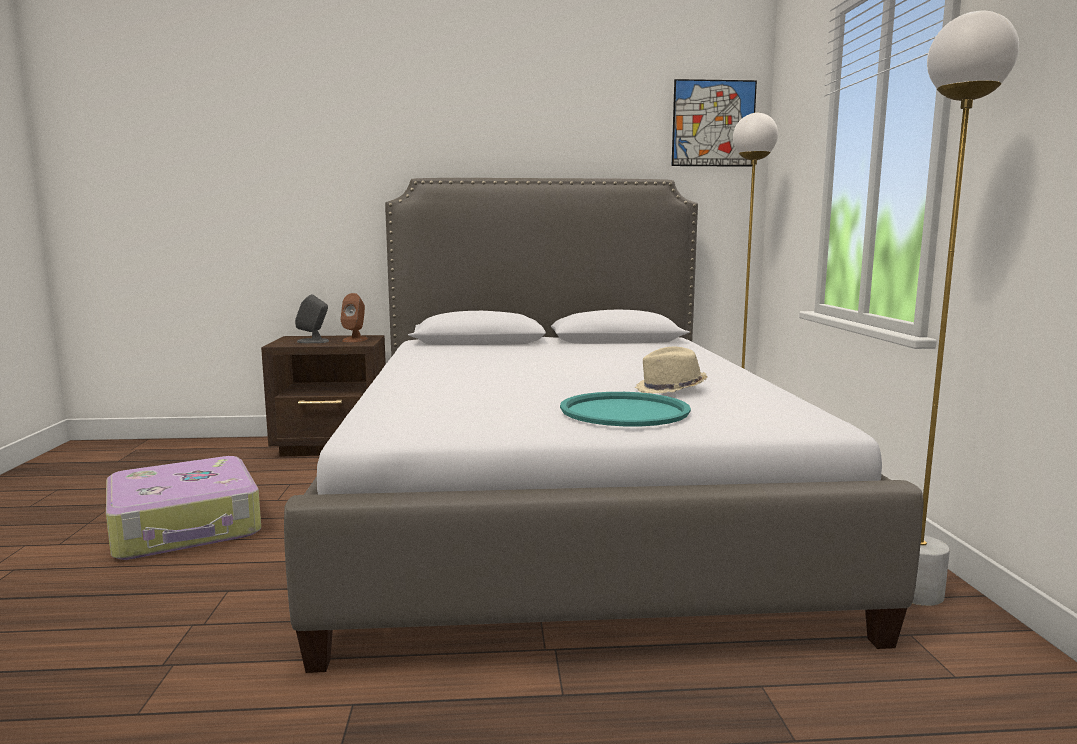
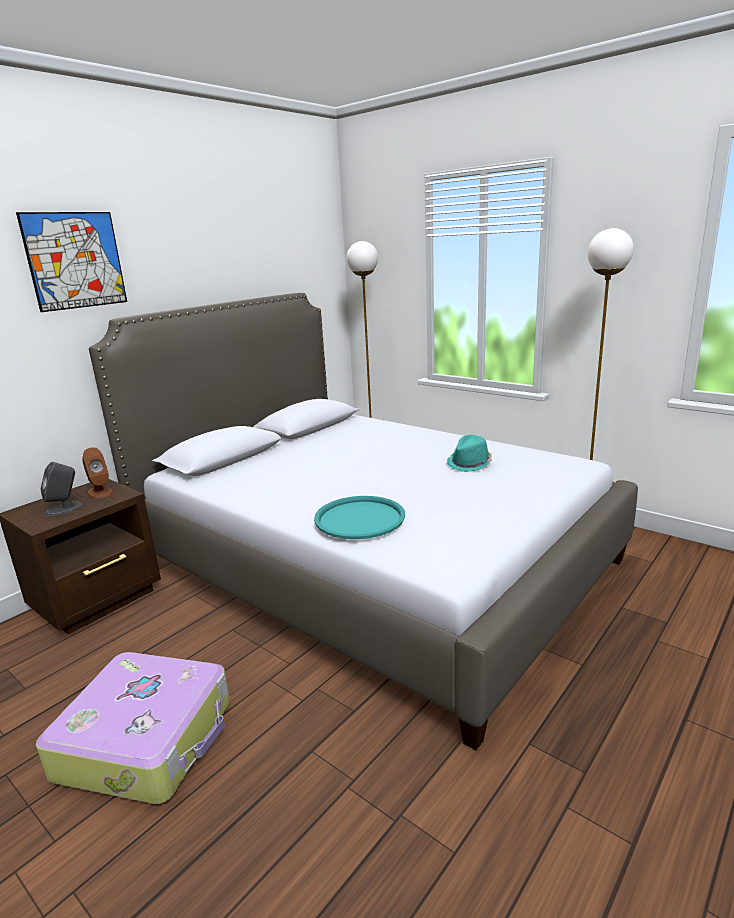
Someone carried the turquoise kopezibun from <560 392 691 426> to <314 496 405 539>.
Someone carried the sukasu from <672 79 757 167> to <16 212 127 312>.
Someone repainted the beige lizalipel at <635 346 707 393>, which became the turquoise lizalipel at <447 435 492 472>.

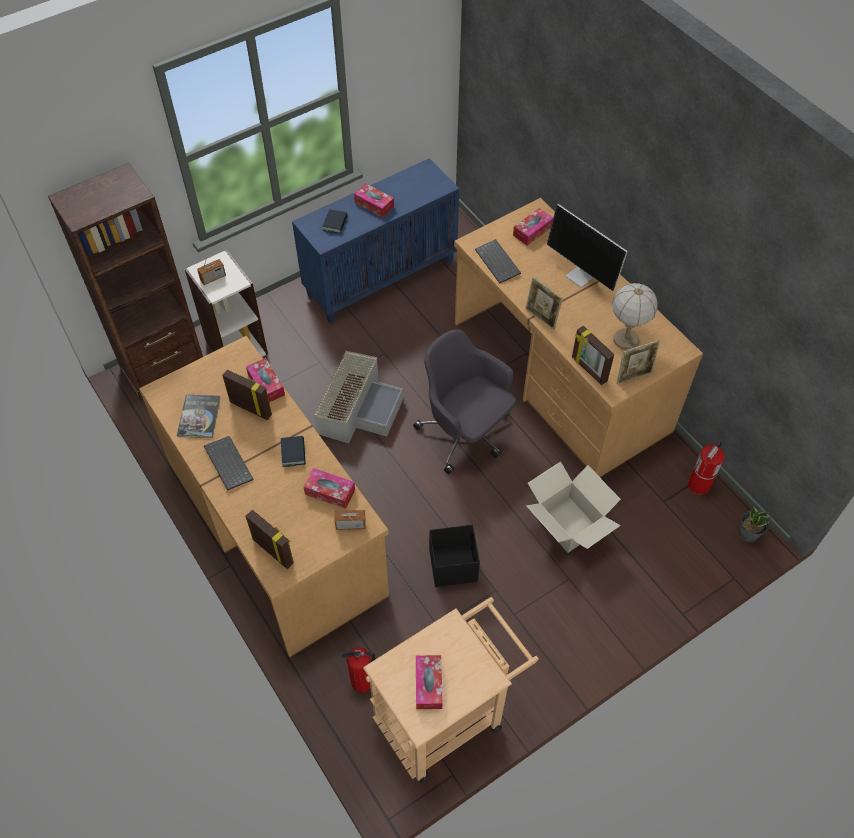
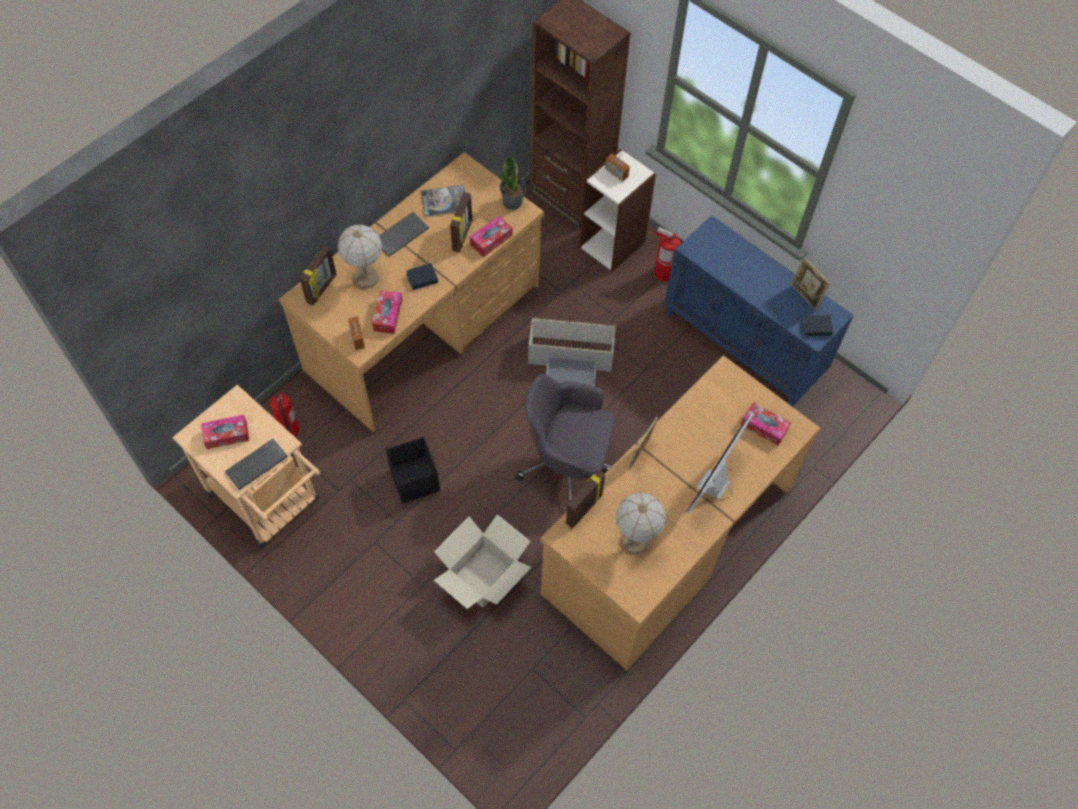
Someone took away the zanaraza at <354 183 394 218>.
Someone put down the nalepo at <337 224 382 288>.
Someone carried the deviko from <323 209 348 234> to <802 315 833 336>.
Someone carried the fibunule from <475 239 521 283> to <225 439 288 490>.
Someone carried the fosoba from <617 340 660 384> to <791 257 830 311>.
Someone carried the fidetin from <688 441 725 494> to <654 227 683 281>.
Someone carried the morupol from <739 505 771 543> to <499 155 526 210>.
Someone rotated the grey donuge at <413 329 516 474> by 105 degrees counterclockwise.

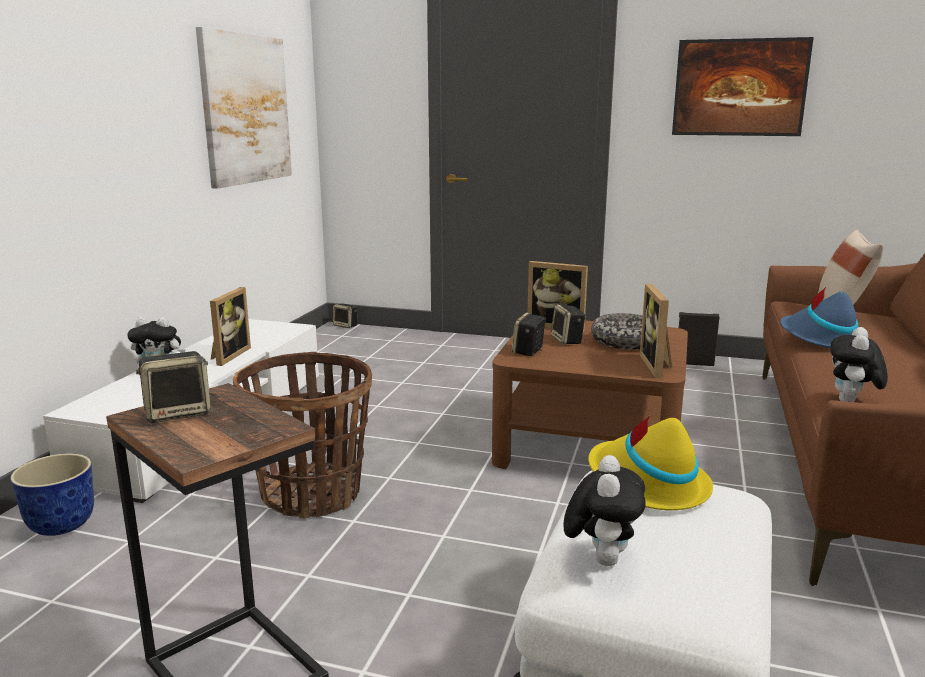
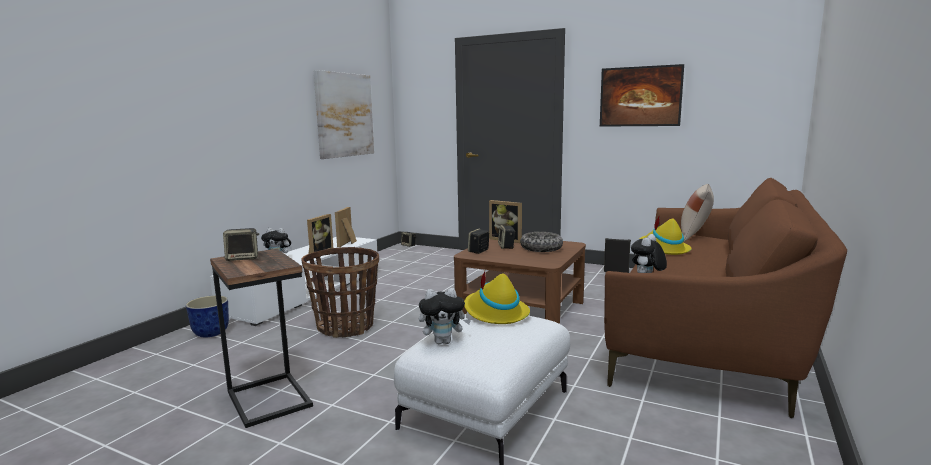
Someone carried the fosoba from <640 284 672 378> to <335 207 357 247>.
Someone repainted the blue lizalipel at <780 287 858 348>, which became the yellow lizalipel at <640 215 692 255>.
Someone rotated the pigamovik at <563 455 646 566> by 60 degrees clockwise.

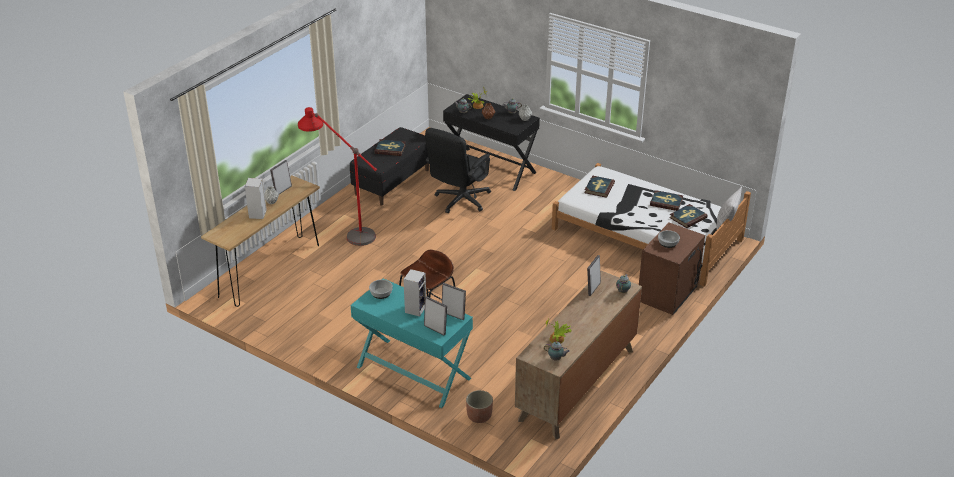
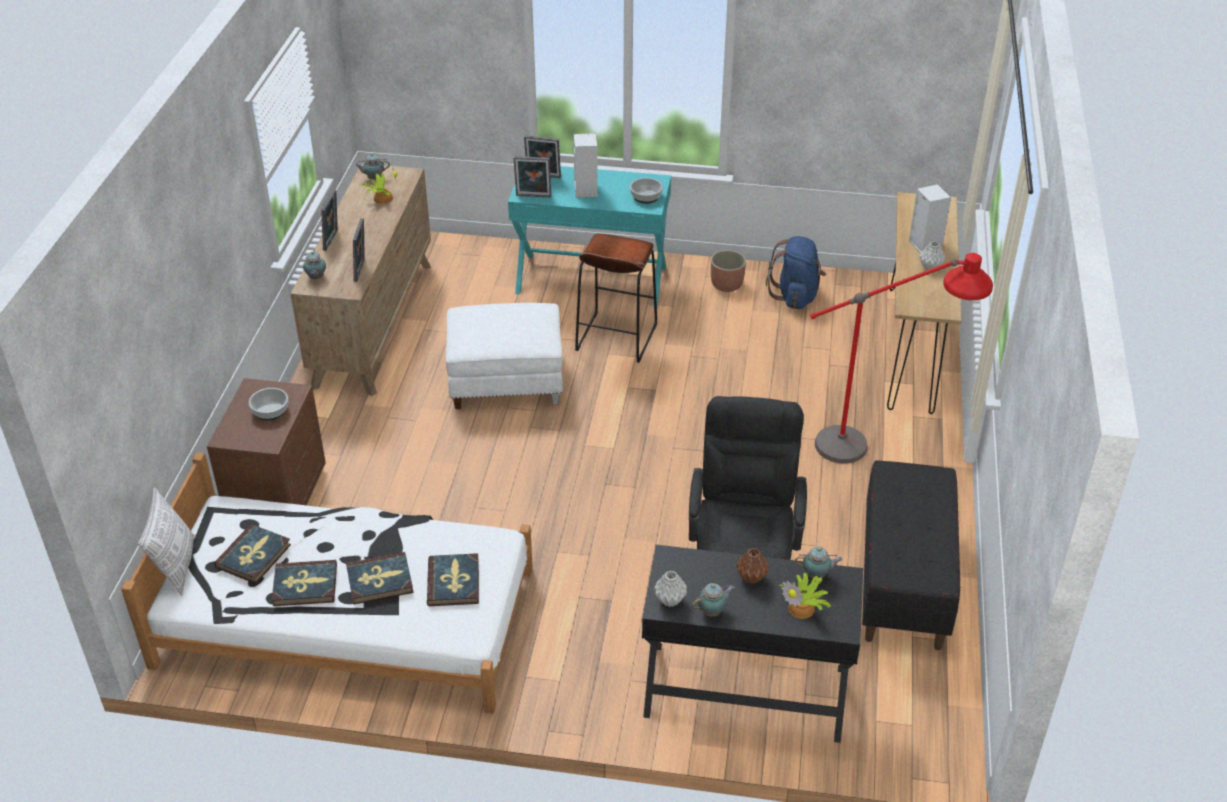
Someone put down the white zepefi at <446 303 563 409>.
Someone put down the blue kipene at <766 236 826 309>.
Someone carried the fosoba from <270 160 292 195> to <321 190 338 251>.
Someone carried the deviko from <375 139 406 156> to <346 552 414 605>.
Someone carried the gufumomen from <466 390 493 423> to <711 250 746 292>.

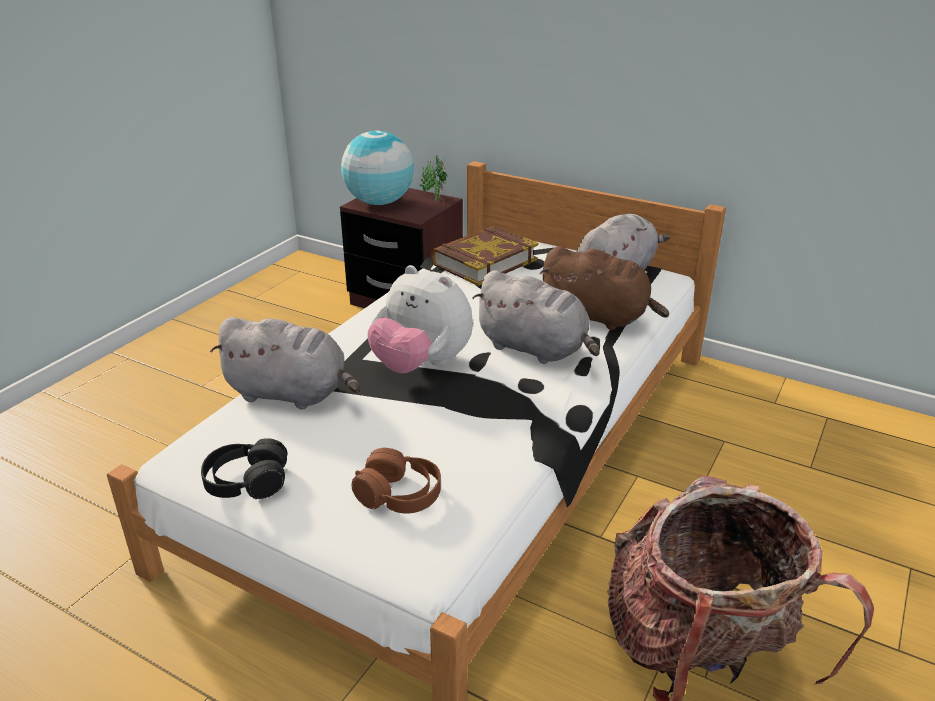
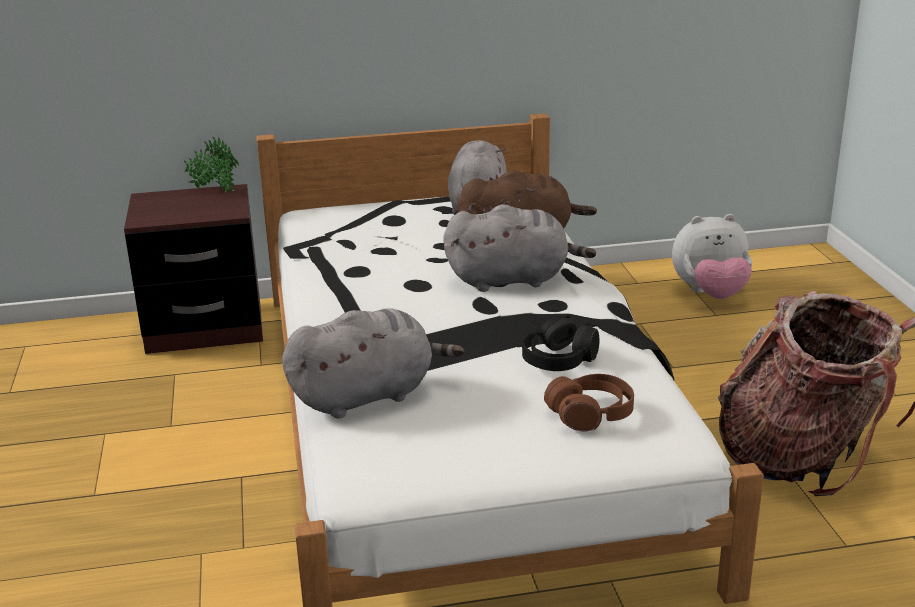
Someone took away the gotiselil at <341 130 414 205>.
Someone took away the deviko at <431 226 538 286>.
Someone carried the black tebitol from <201 438 287 499> to <522 315 600 371>.
Someone carried the pigamovik from <368 265 473 373> to <672 214 752 299>.

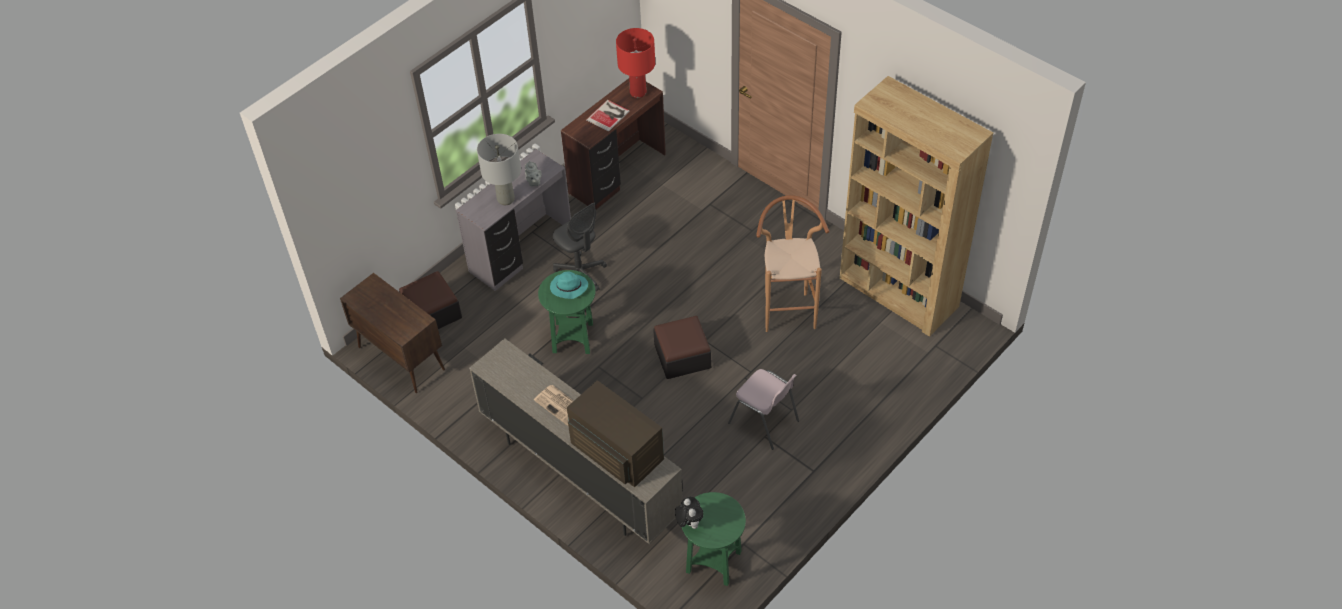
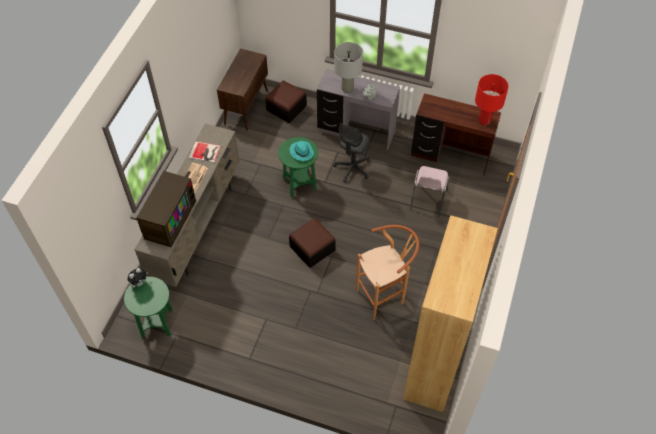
Someone carried the deviko from <586 100 630 132> to <189 141 221 163>.
Someone carried the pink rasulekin from <728 369 799 450> to <410 166 450 218>.

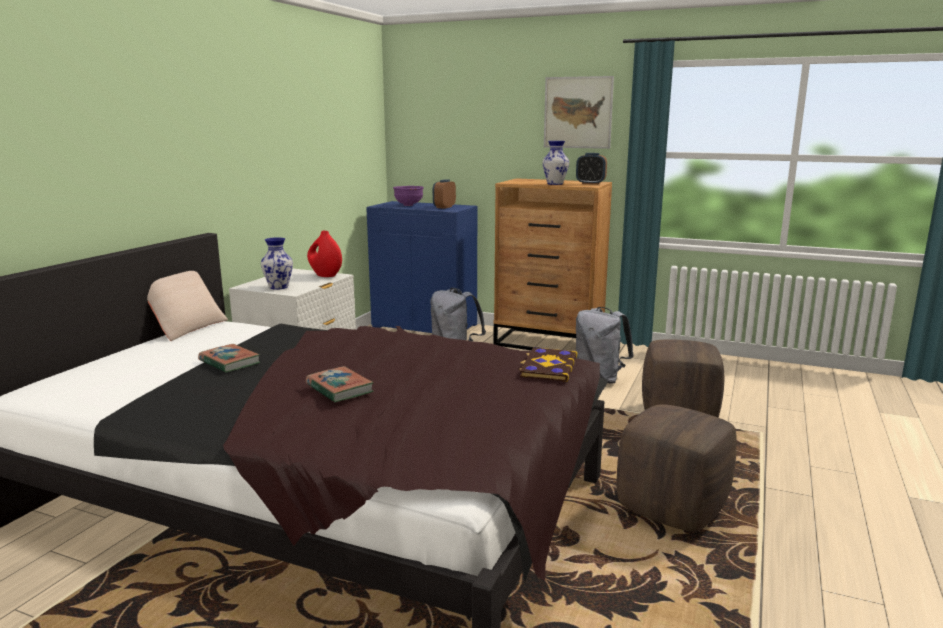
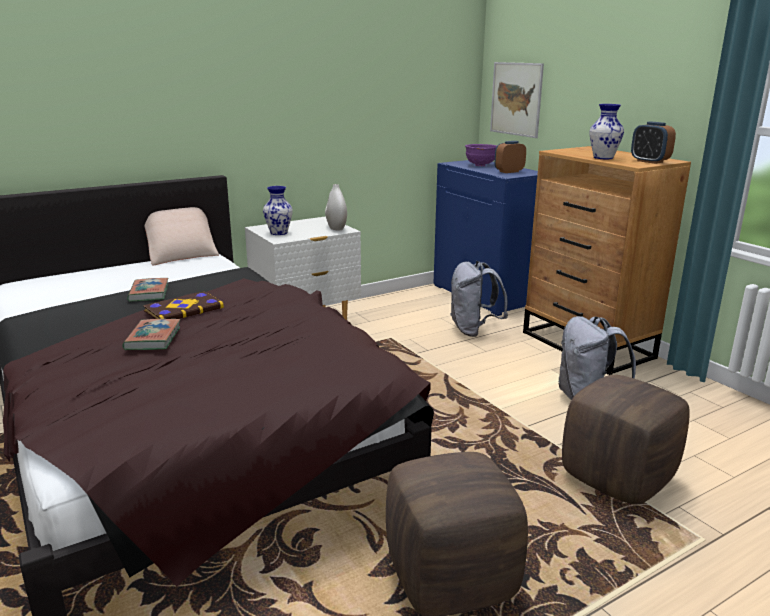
Someone carried the deviko from <519 348 577 382> to <143 291 224 319>.
Someone carried the sukasu from <544 76 614 149> to <490 62 544 138>.
Someone repainted the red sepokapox at <307 231 342 277>, which became the white sepokapox at <325 184 347 230>.

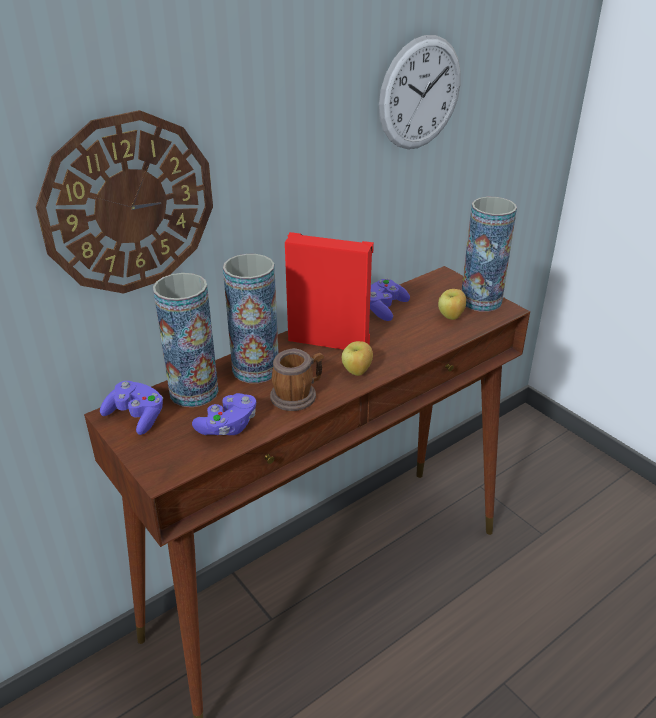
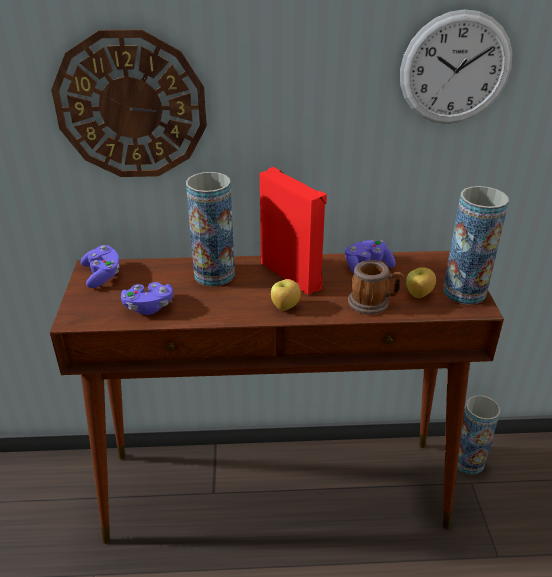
Someone carried the sepokapox from <153 273 219 407> to <457 395 500 475>.
Someone carried the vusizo from <270 348 324 411> to <348 260 403 315>.

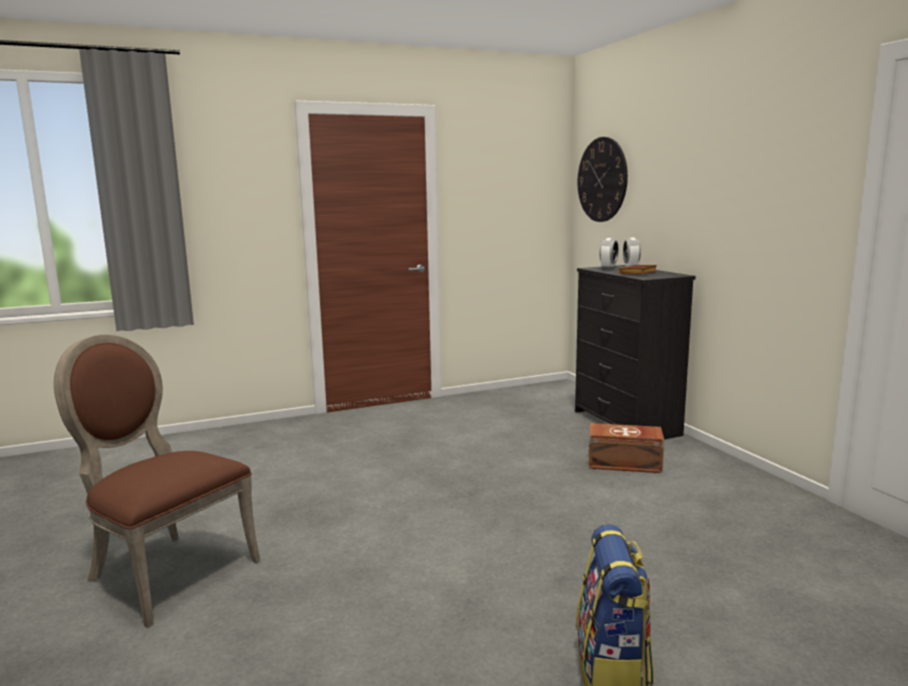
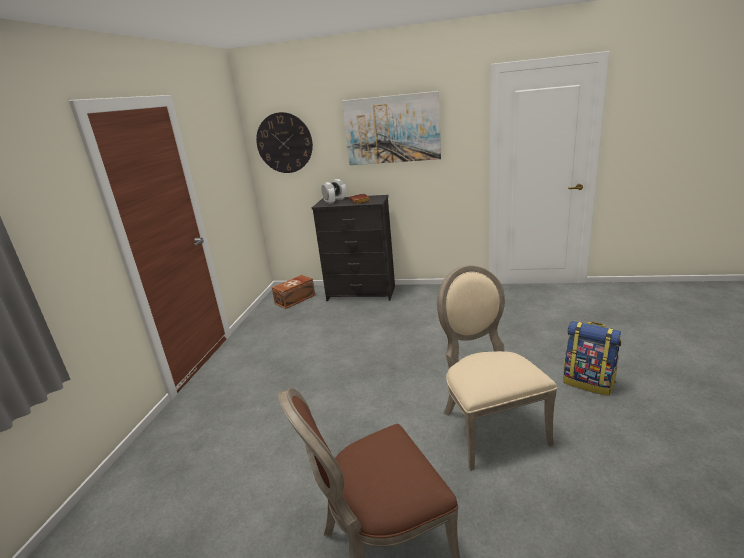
Someone put up the sukasu at <342 91 441 165>.
Someone put down the beige rasulekin at <437 265 557 471>.
Someone carried the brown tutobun from <588 423 664 473> to <272 275 315 309>.

